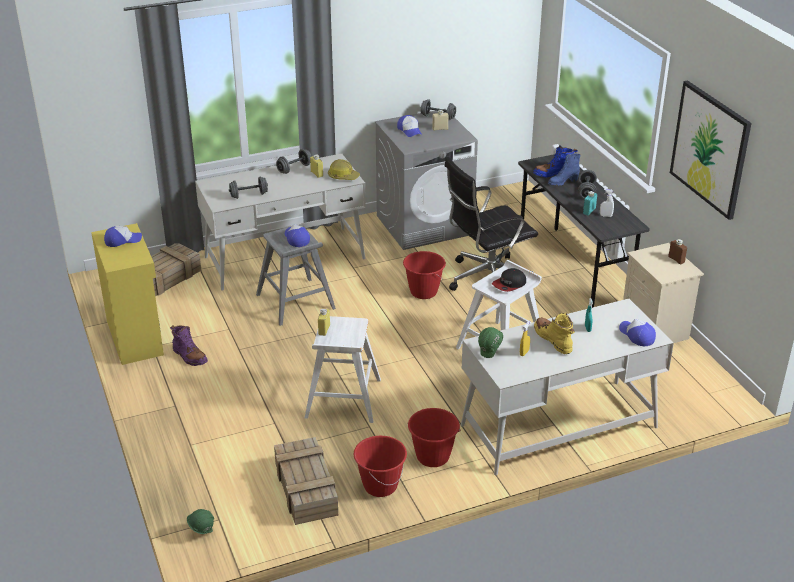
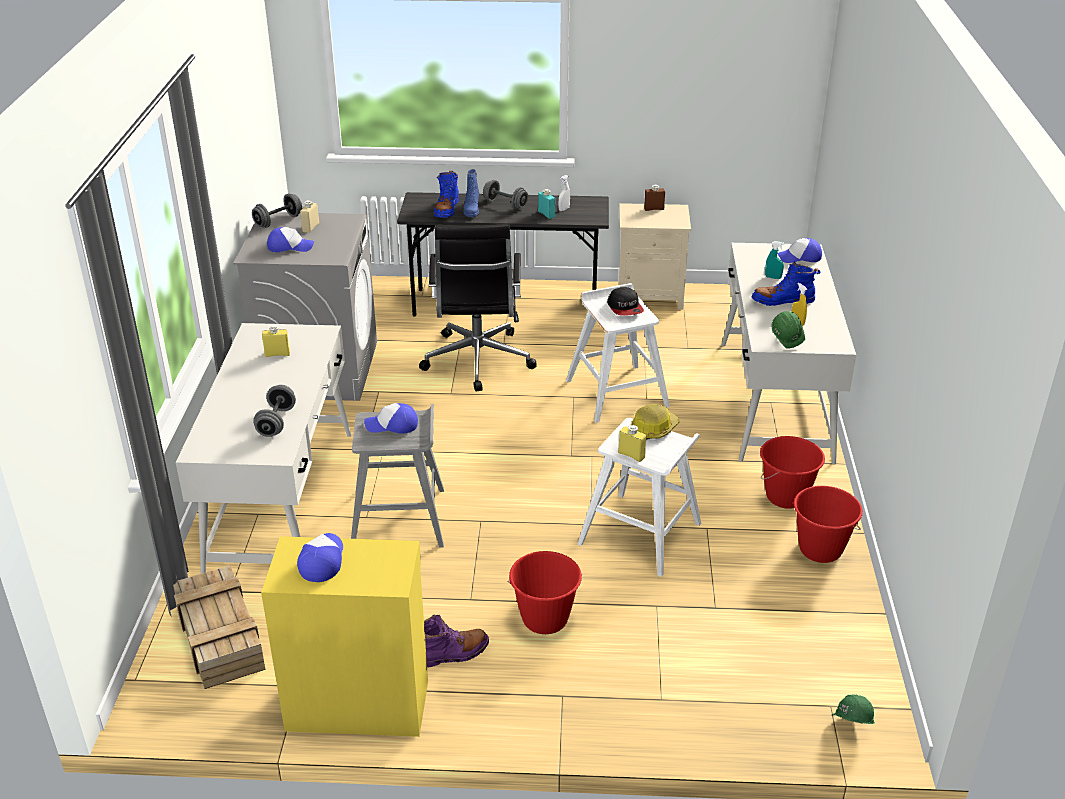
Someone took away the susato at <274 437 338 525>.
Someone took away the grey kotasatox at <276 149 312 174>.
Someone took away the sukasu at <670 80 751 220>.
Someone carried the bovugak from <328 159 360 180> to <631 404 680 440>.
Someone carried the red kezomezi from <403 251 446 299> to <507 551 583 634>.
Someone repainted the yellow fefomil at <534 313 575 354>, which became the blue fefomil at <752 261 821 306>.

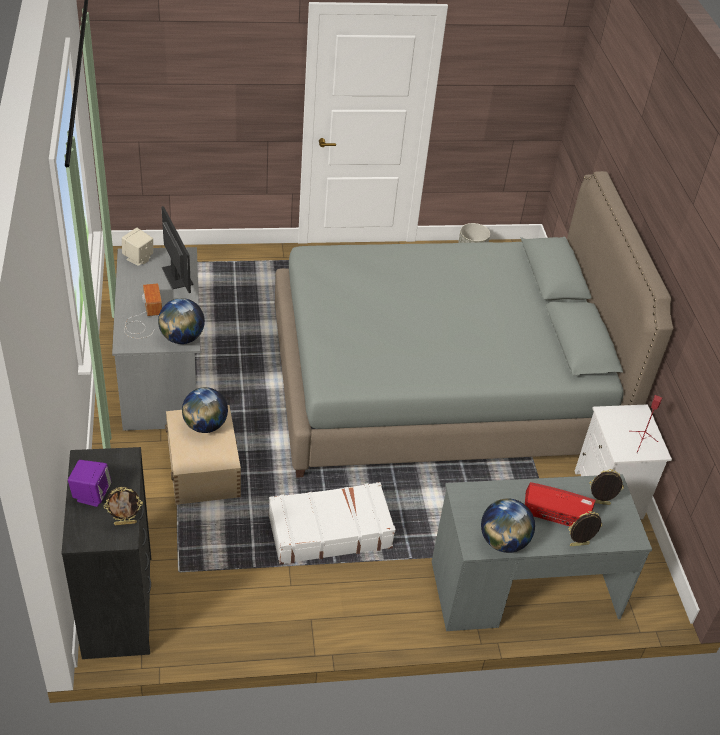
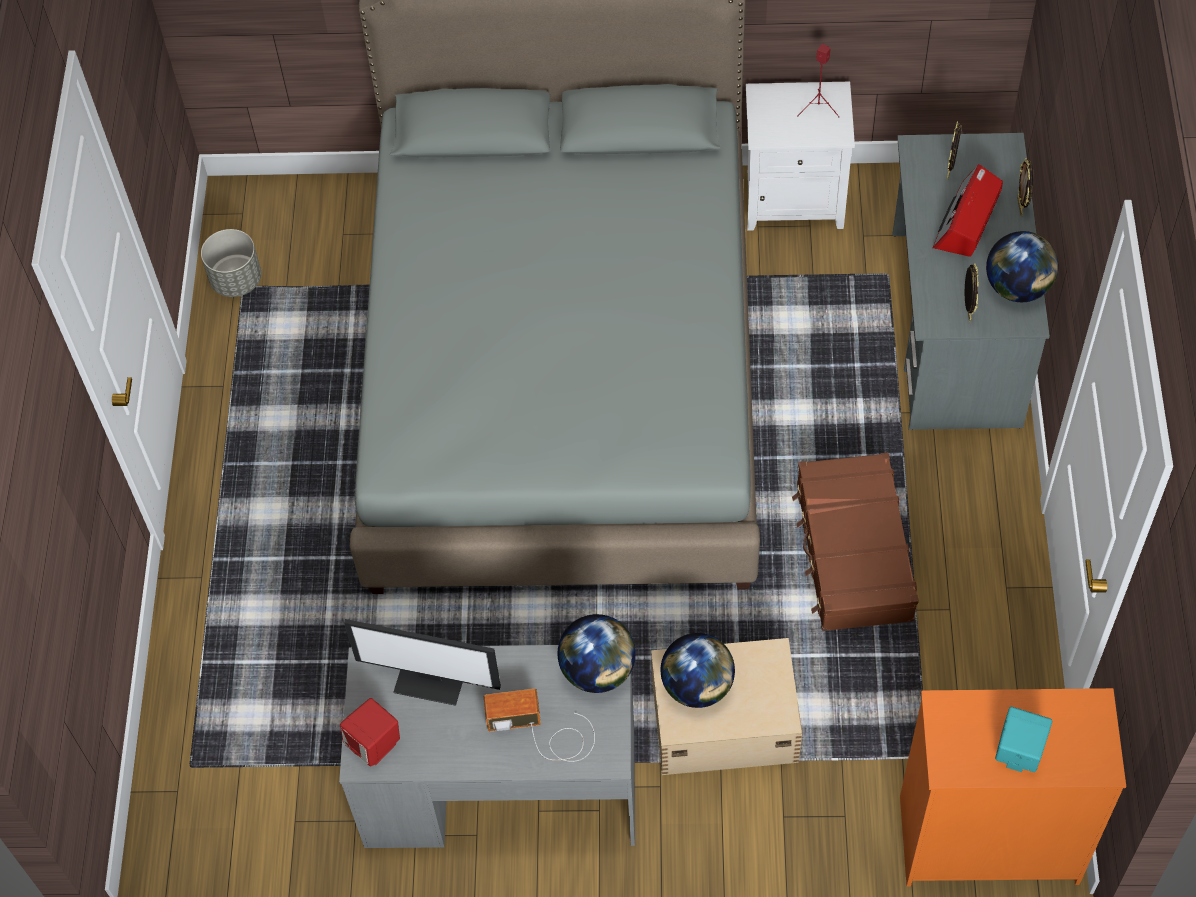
Someone carried the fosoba from <104 487 143 525> to <965 263 979 322>.
Someone repainted the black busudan at <61 447 151 659>, which became the orange busudan at <900 688 1126 886>.
Someone repainted the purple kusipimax at <68 460 111 507>, which became the turquoise kusipimax at <995 707 1052 772>.
Someone repainted the beige kusipimax at <122 228 153 266>, which became the red kusipimax at <340 698 400 766>.
Someone repainted the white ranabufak at <269 482 396 565>, which became the brown ranabufak at <792 452 919 631>.
Someone rotated the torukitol at <161 206 193 293> by 150 degrees counterclockwise.

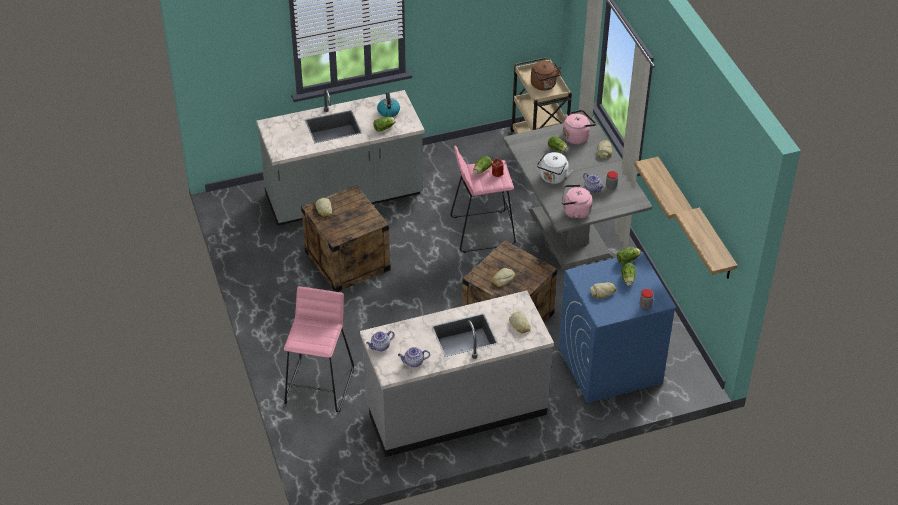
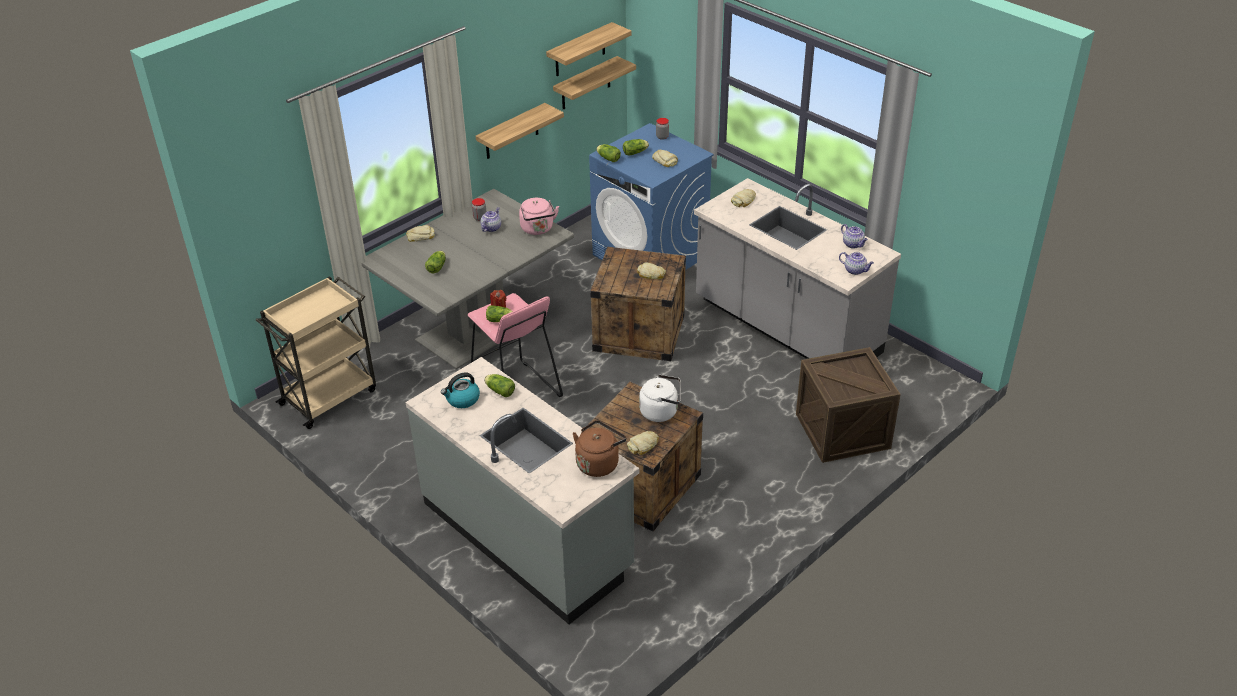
Someone took away the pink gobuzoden at <563 110 596 144>.
Someone put up the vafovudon at <546 22 632 76>.
Someone carried the brown gobuzoden from <531 61 561 91> to <573 420 626 477>.
Someone carried the white gobuzoden from <537 152 573 184> to <639 375 681 422>.
Someone swapped the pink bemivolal at <284 286 354 412> for the susato at <796 347 901 463>.

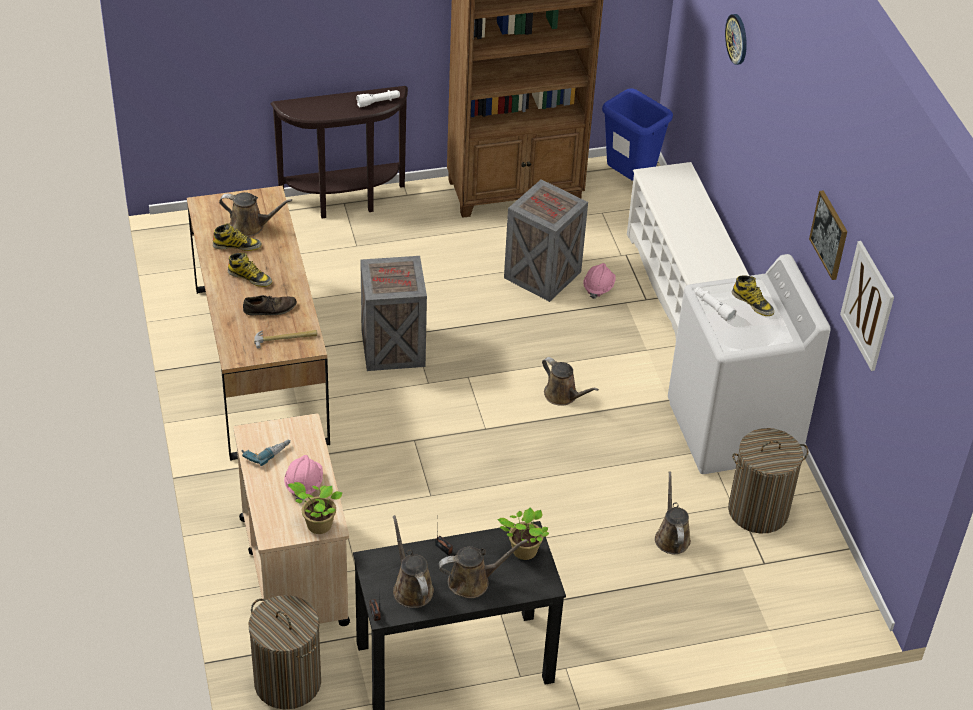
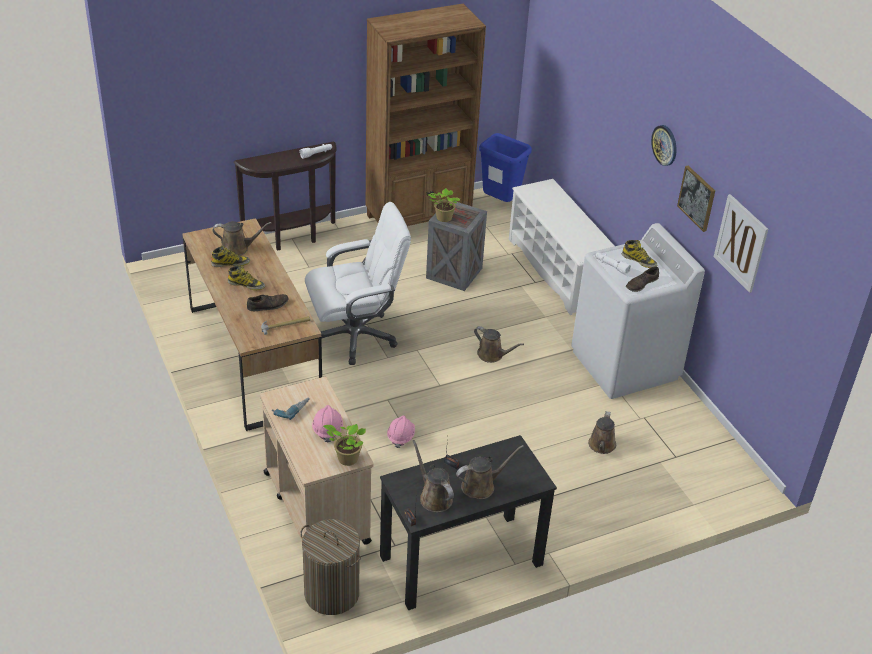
Someone took away the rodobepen at <728 428 808 534>.
Someone put down the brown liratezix at <626 267 659 292>.
Someone carried the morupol from <497 507 549 560> to <428 188 460 222>.
Someone carried the pink bovugak from <583 263 616 299> to <387 416 415 448>.
Someone carried the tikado from <725 14 747 65> to <651 125 677 166>.
Someone swapped the susato at <360 256 427 371> for the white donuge at <305 202 411 365>.
Someone rotated the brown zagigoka at <655 471 691 554> by 150 degrees counterclockwise.

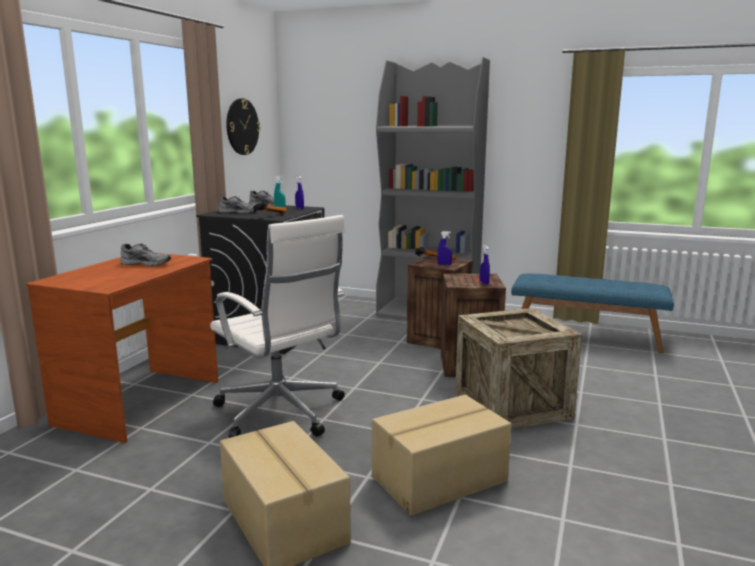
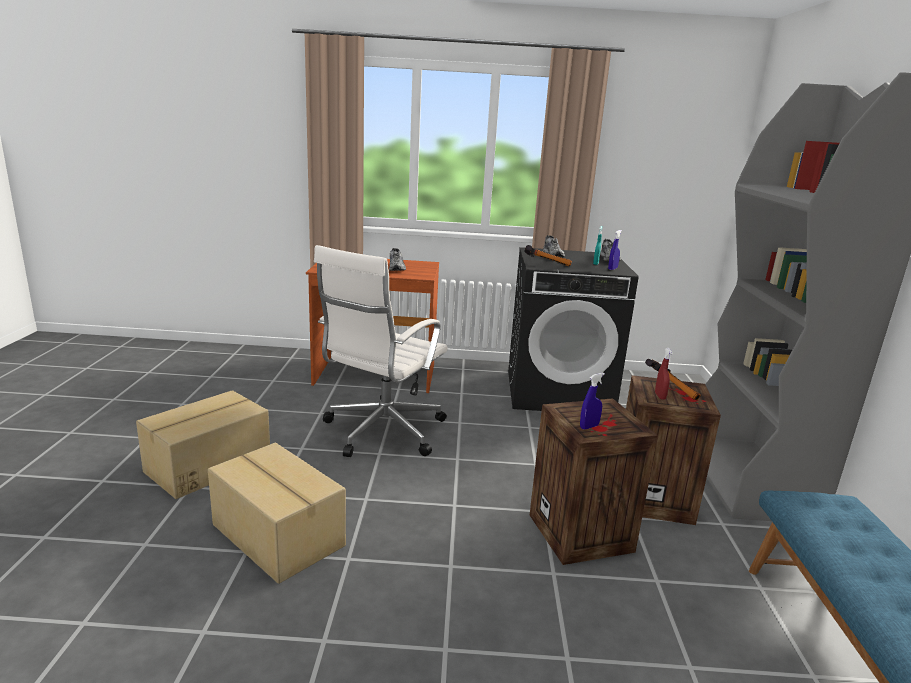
Someone took away the tikado at <226 98 261 155>.
Someone took away the susato at <455 308 582 429>.
Someone repainted the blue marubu at <437 231 452 265>, which became the red marubu at <655 348 673 400>.

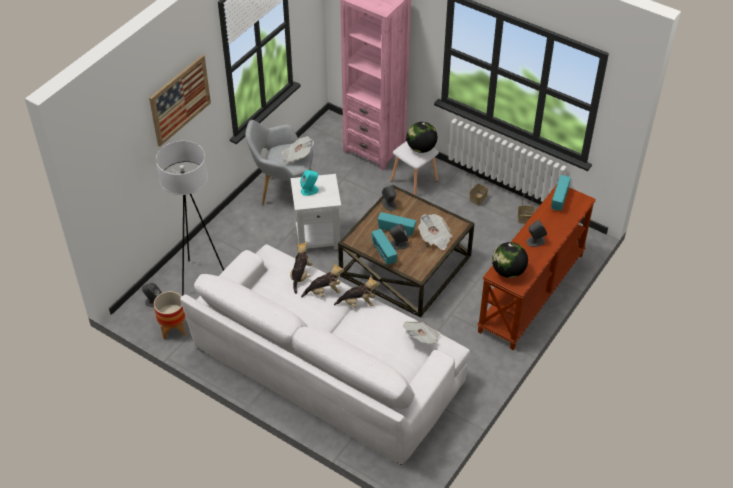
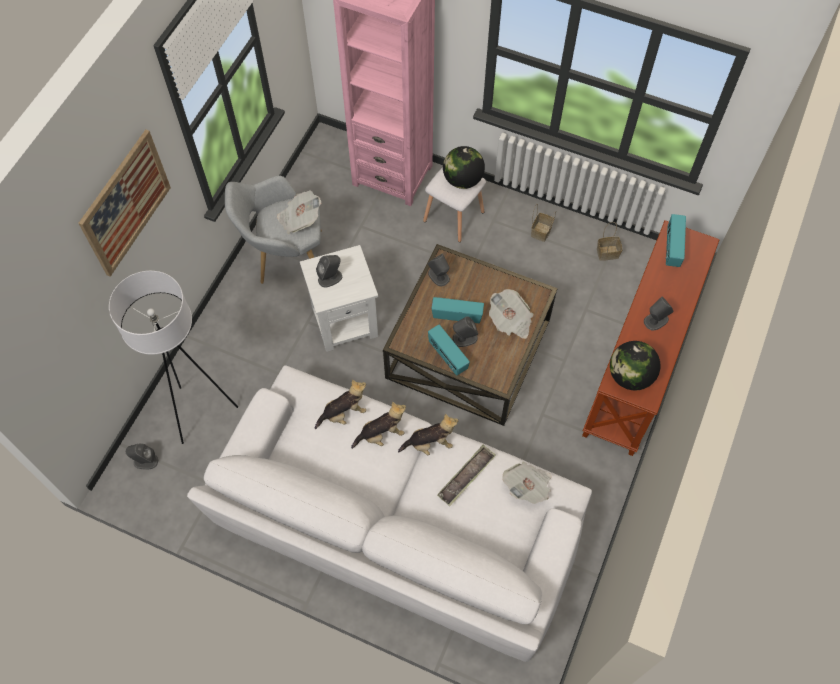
Someone took away the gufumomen at <154 291 186 339>.
Someone put down the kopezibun at <437 444 496 506>.
Someone repainted the turquoise kusipimax at <300 170 319 196>, which became the grey kusipimax at <316 255 342 288>.
Someone rotated the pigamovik at <290 241 312 294> by 60 degrees clockwise.

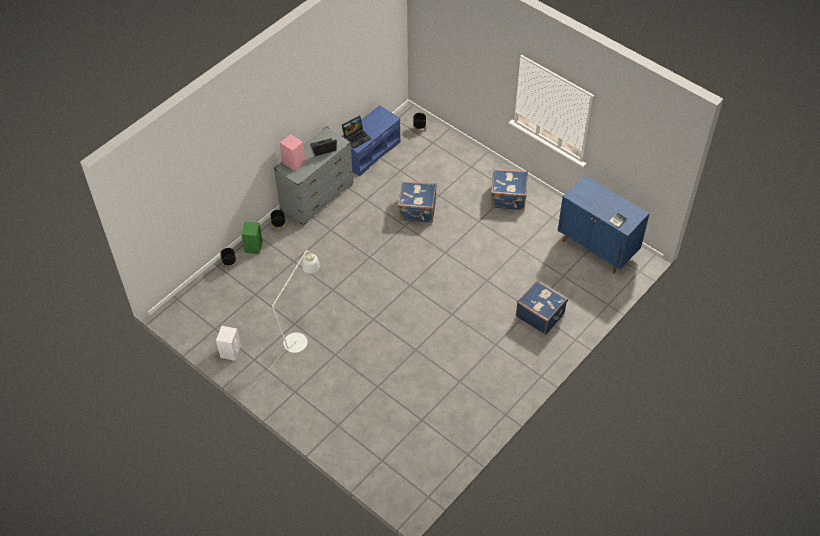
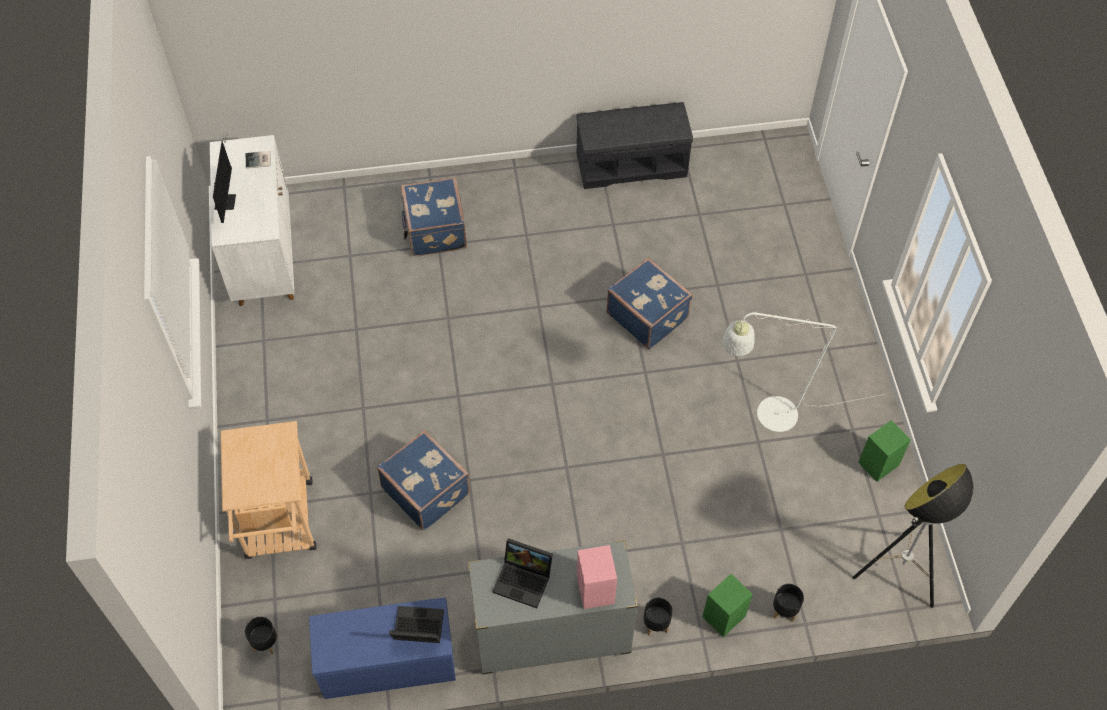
Someone put down the torukitol at <213 133 236 223>.
Someone put down the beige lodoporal at <220 421 317 559>.
Someone put down the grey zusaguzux at <577 102 693 189>.
Someone put down the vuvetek at <853 464 973 608>.
Someone carried the blue ranabufak from <491 169 528 210> to <606 258 693 349>.
Someone repainted the white kusipimax at <216 326 241 361>, which became the green kusipimax at <858 420 911 482>.
Someone repainted the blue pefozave at <558 175 650 273>, which became the white pefozave at <210 135 295 306>.

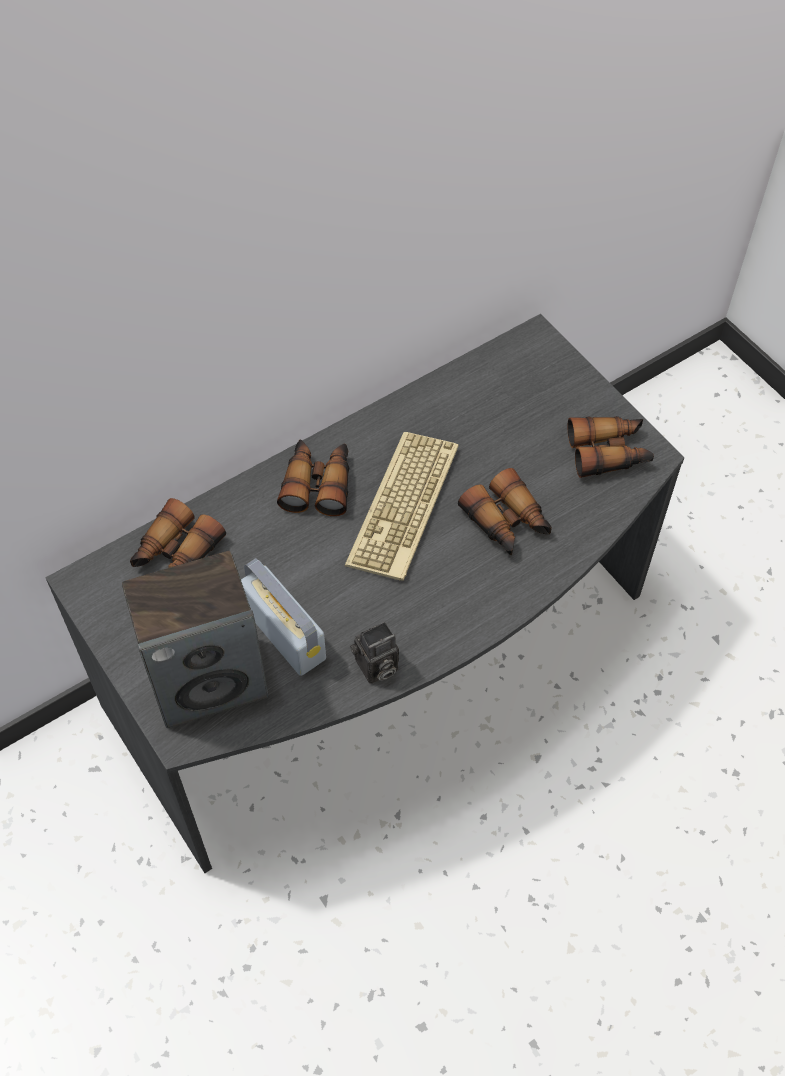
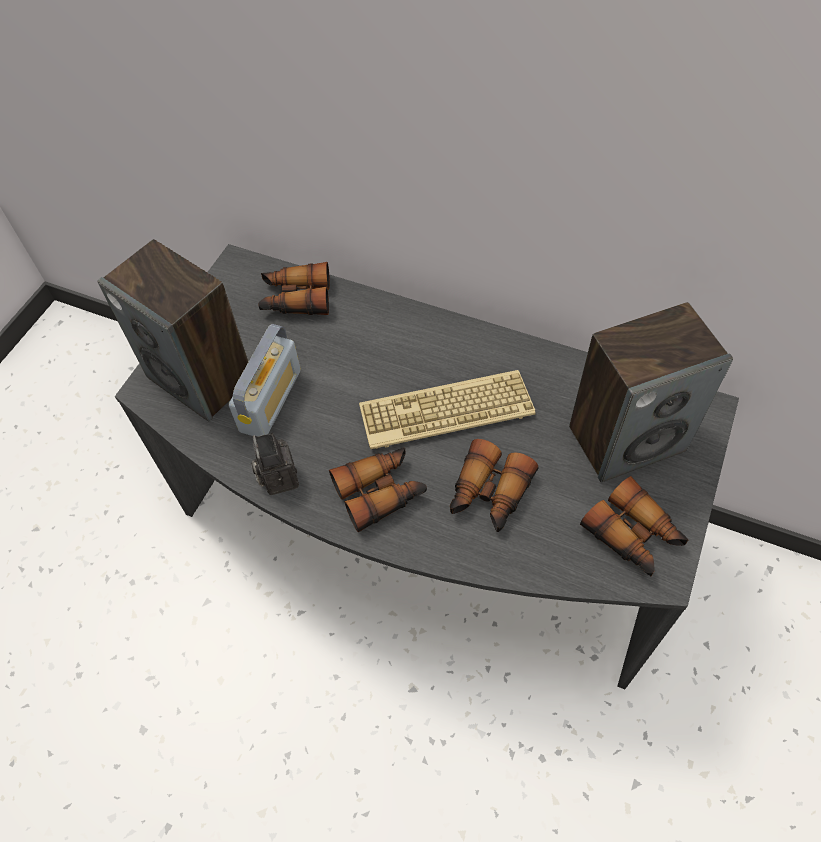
Someone put down the kusipimax at <569 302 733 482>.
Someone carried the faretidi from <277 439 349 516> to <329 448 427 532>.
Someone rotated the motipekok at <350 622 399 684> by 45 degrees clockwise.

